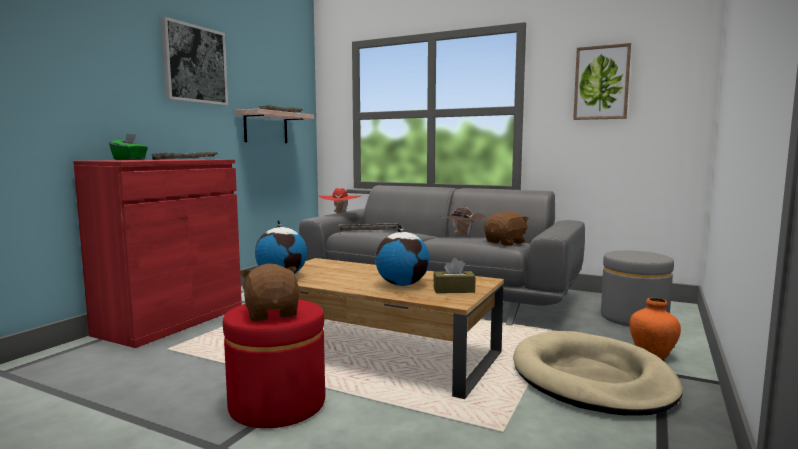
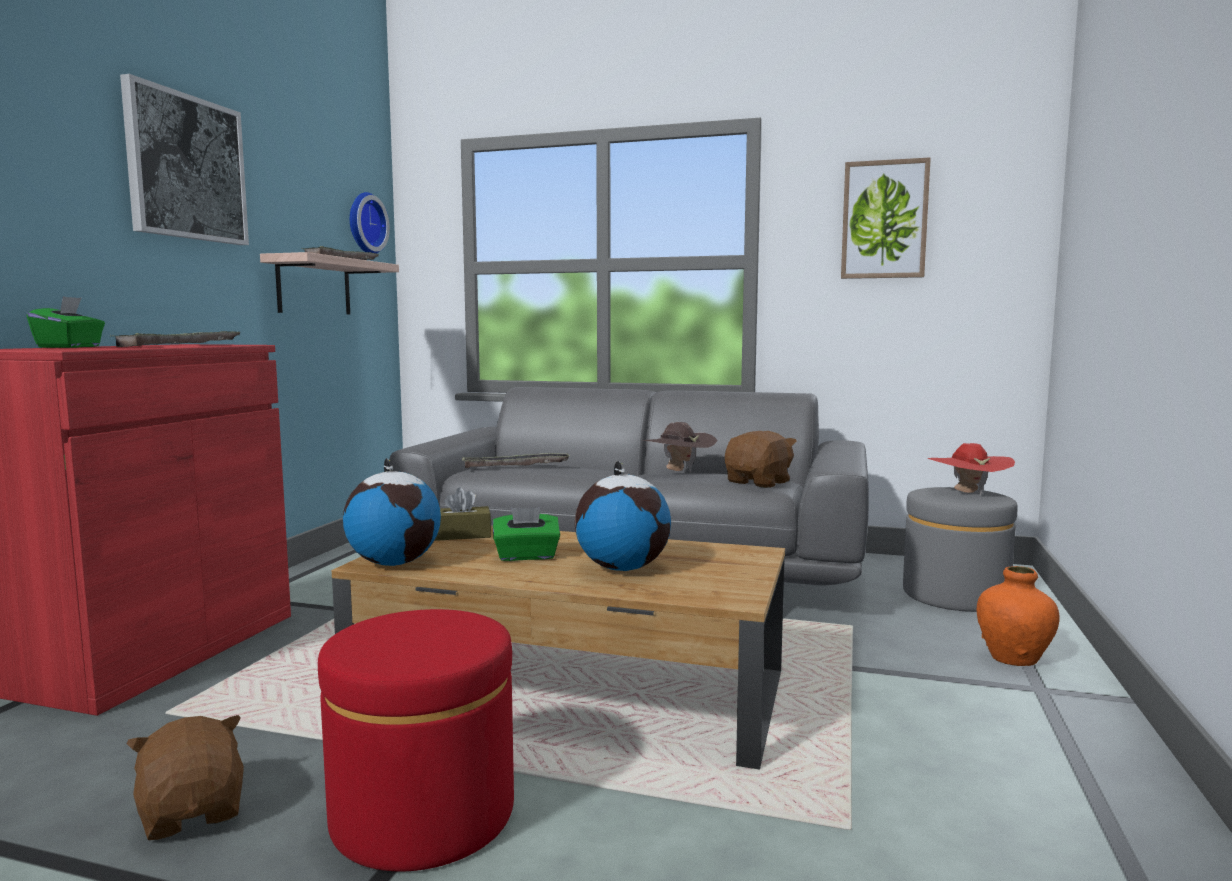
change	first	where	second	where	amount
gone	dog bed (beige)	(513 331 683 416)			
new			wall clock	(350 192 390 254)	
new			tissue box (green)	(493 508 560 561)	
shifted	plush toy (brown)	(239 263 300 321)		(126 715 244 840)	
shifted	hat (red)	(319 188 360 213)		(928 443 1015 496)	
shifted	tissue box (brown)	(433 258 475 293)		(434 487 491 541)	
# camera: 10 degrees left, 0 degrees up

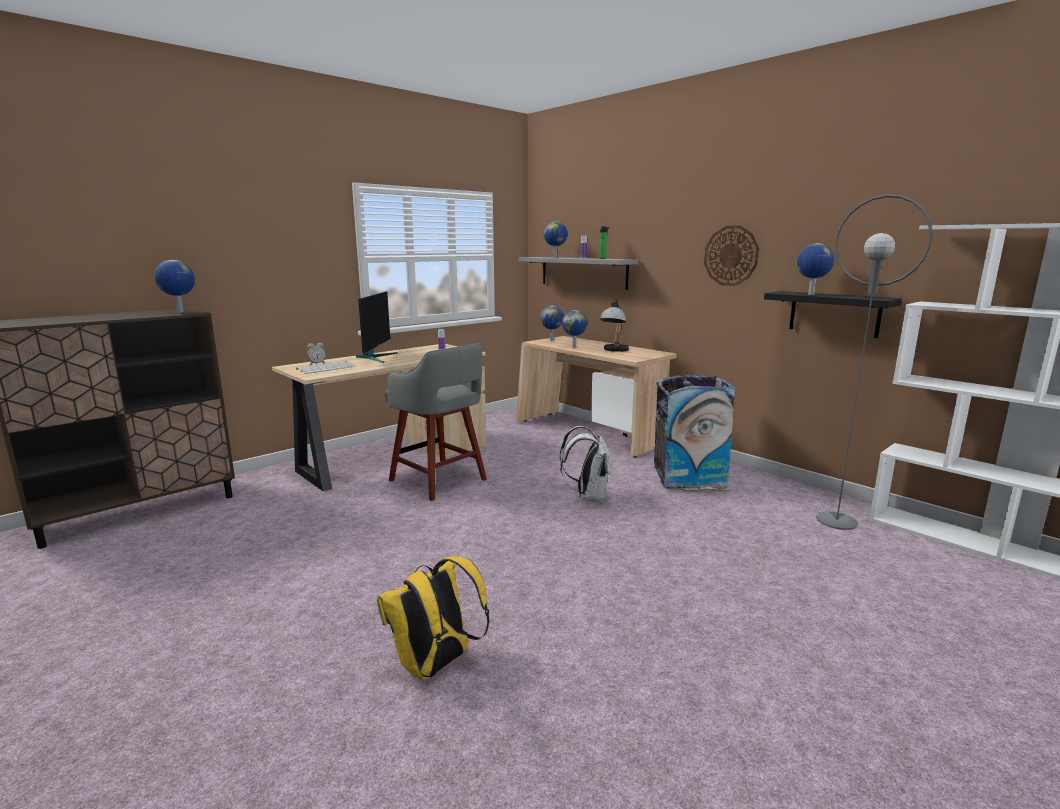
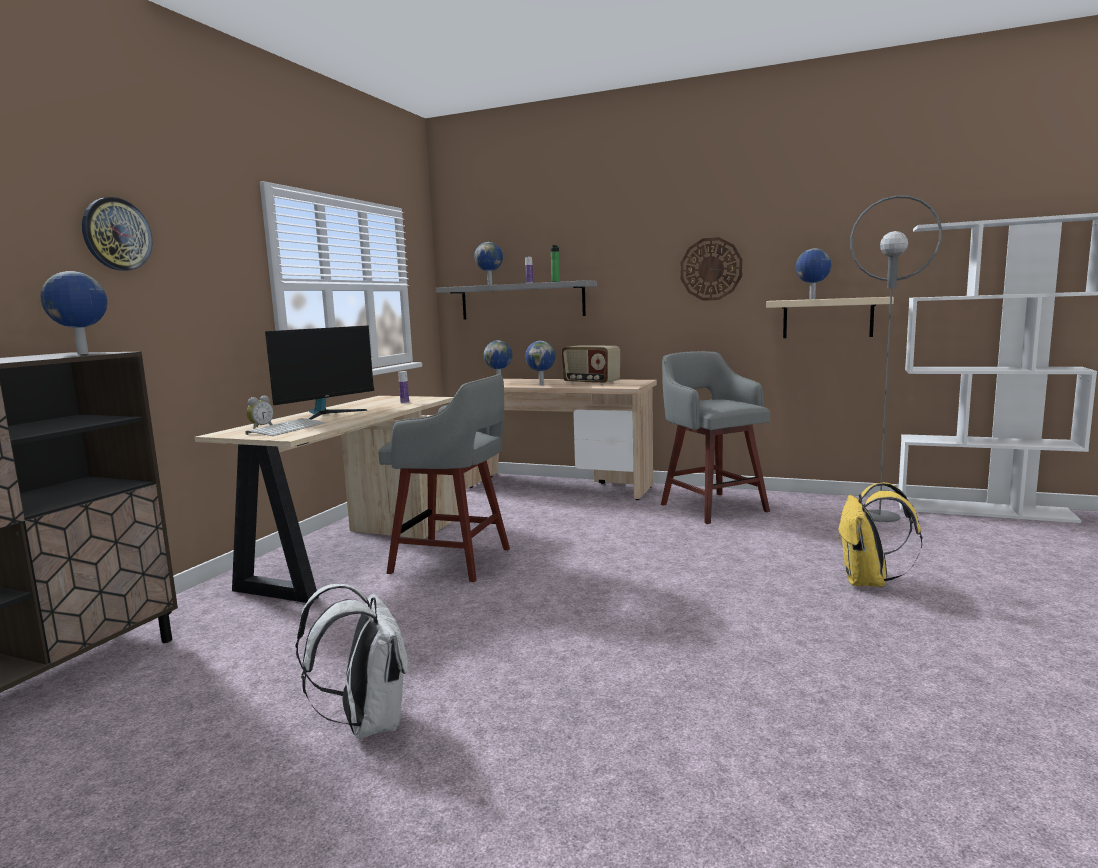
change	first	where	second	where	amount
new			wall clock	(82 197 152 271)	
shifted	backpack (yellow)	(377 556 490 680)		(838 482 923 587)	
shifted	backpack (white)	(560 426 611 502)		(295 584 408 739)	
swapped	table lamp	(600 299 629 352)	radio	(562 346 620 385)	
swapped	trash can	(654 375 736 491)	stool (grey)	(661 351 770 524)	
repainted	shelf (black)	(764 291 902 338)	shelf (beige)	(766 297 894 338)	
rotated	monitor	(356 291 398 363)		(265 325 374 420)	60 degrees clockwise
# camera: 25 degrees left, 5 degrees down

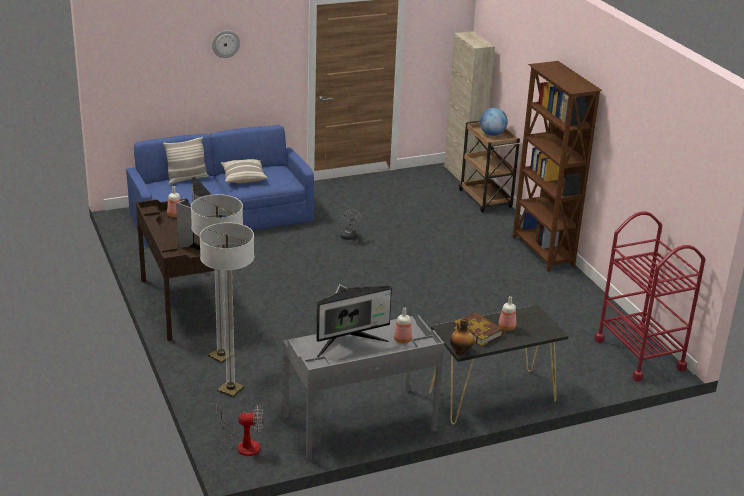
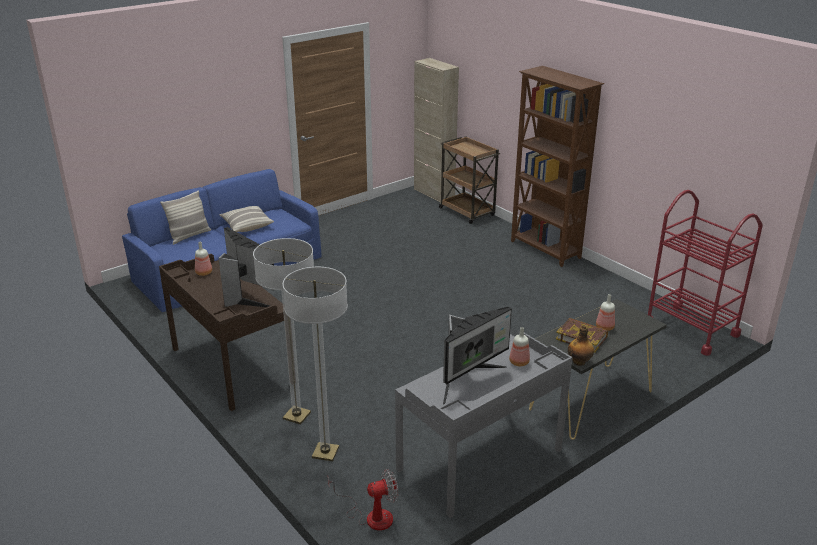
change	first	where	second	where	amount
gone	wall clock	(212 30 240 58)			
gone	fan (grey)	(340 210 363 240)			
gone	globe	(479 108 508 136)			
# camera: 15 degrees left, 0 degrees up

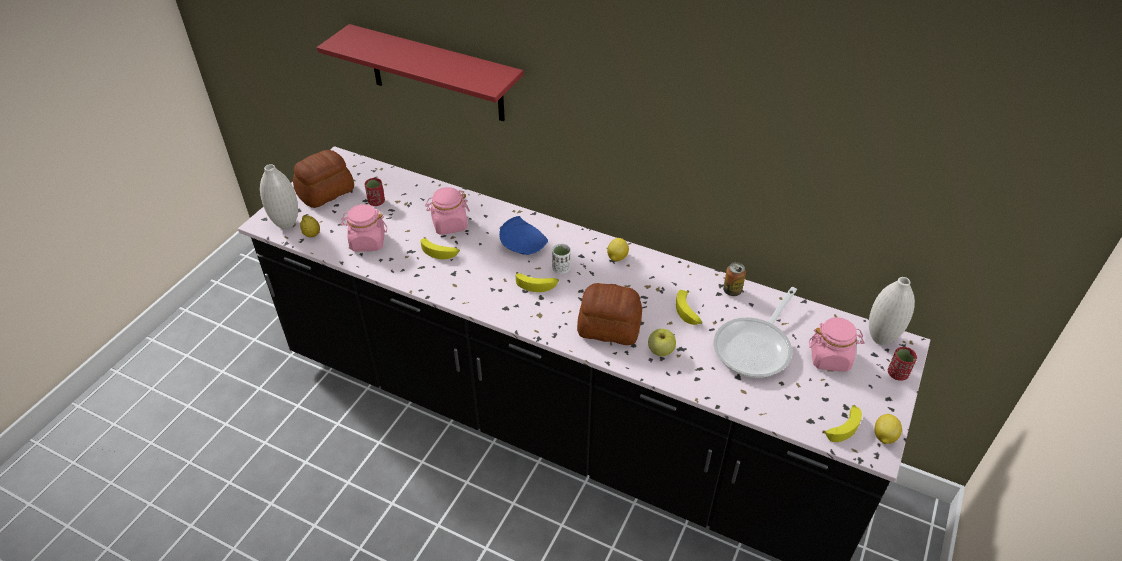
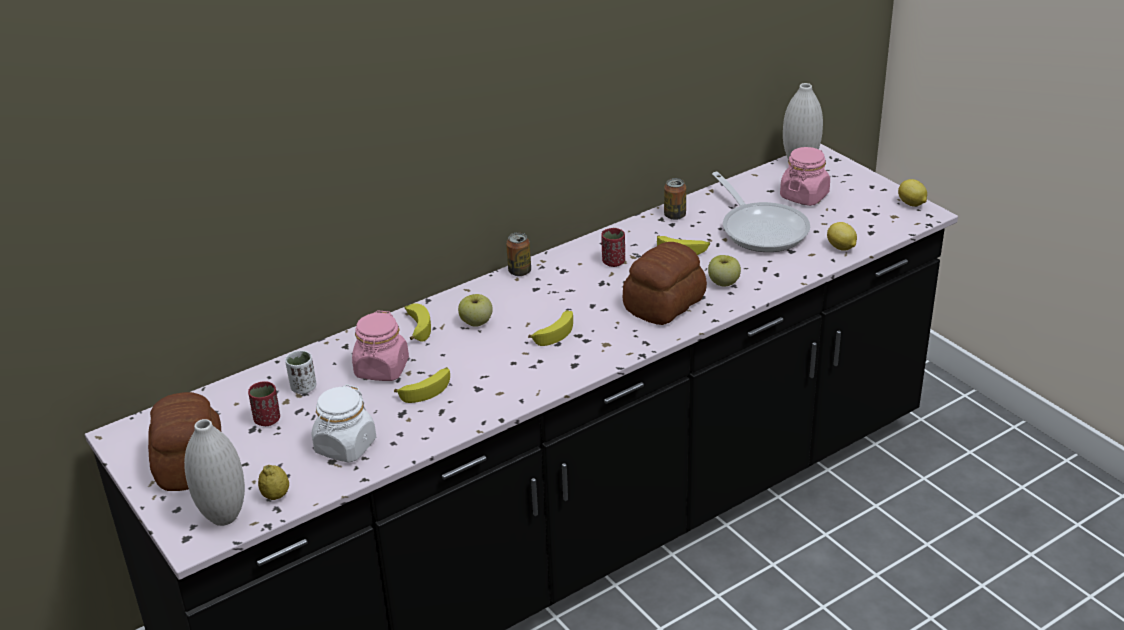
change	first	where	second	where	amount
gone	shelf (red)	(317 24 524 121)			
new			can	(506 232 531 276)	
shifted	cup (white)	(552 244 571 274)		(285 350 316 394)	
shifted	lemon	(607 238 629 261)		(827 222 857 251)	
shifted	banana	(822 405 862 442)		(405 303 431 342)	
shifted	cup (red)	(888 347 917 381)		(601 228 625 267)	
swapped	plate (blue)	(499 216 548 255)	apple	(458 294 493 327)	
repainted	jar (pink)	(341 204 387 252)	jar (white)	(312 384 376 463)	
# camera: 60 degrees left, 10 degrees down

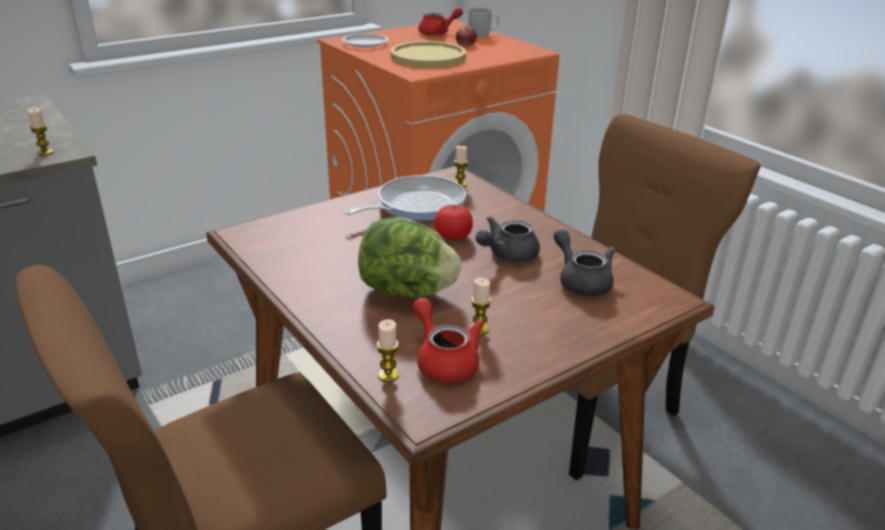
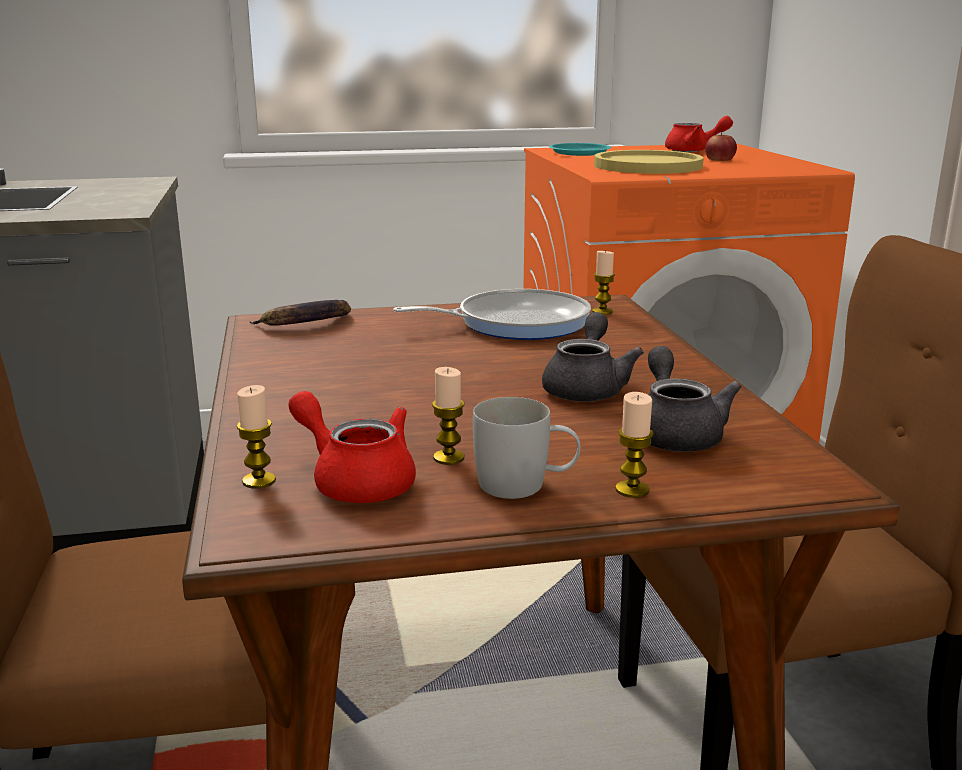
change	first	where	second	where	amount
gone	lettuce	(358 217 461 298)			
gone	tomato	(434 204 473 240)			
new			banana	(250 300 351 326)	
shifted	candle	(27 108 54 156)		(615 392 654 498)	
shifted	mug (white)	(469 8 499 37)		(473 397 581 499)	
repainted	plate (white)	(342 33 388 48)	plate (turquoise)	(549 143 612 156)	
rotated	teapot (red)	(413 298 483 383)		(288 391 416 503)	45 degrees counterclockwise
rotated	teapot (grey)	(475 216 540 262)		(542 312 644 402)	120 degrees clockwise
# camera: 25 degrees right, 10 degrees down

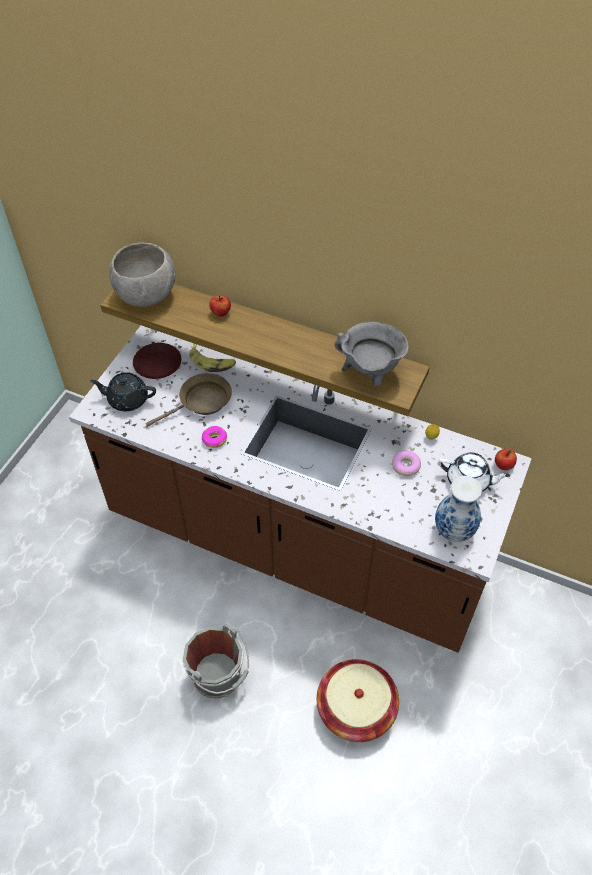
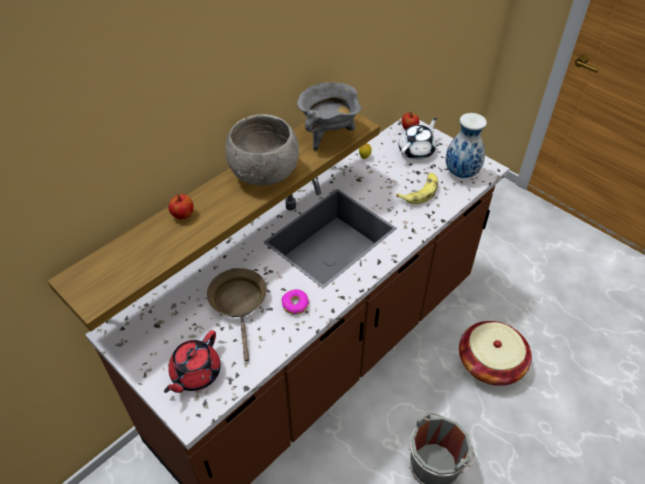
change	first	where	second	where	amount
gone	plate (brown)	(133 343 181 379)			
gone	donut	(392 450 421 476)			
shifted	bowl (grey)	(109 242 175 307)		(225 114 299 186)	
shifted	banana	(189 344 236 372)		(396 173 438 204)	
repainted	teapot (black)	(90 372 156 411)	teapot (red)	(164 330 221 393)	
# camera: 70 degrees left, 5 degrees down

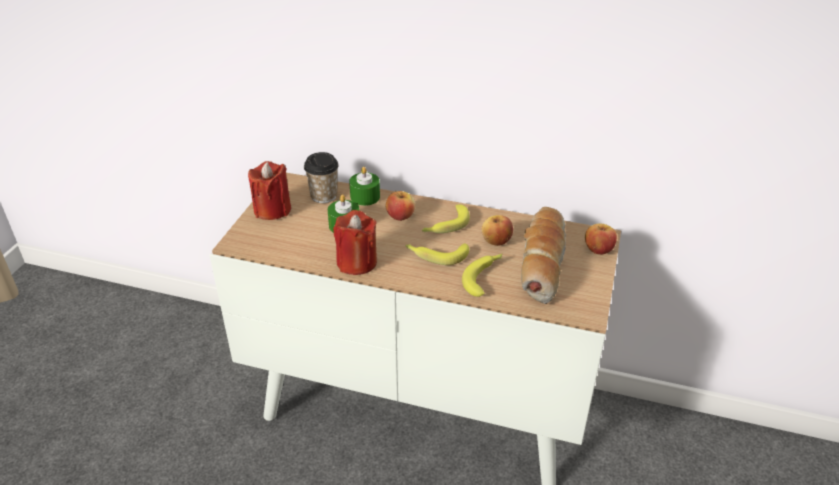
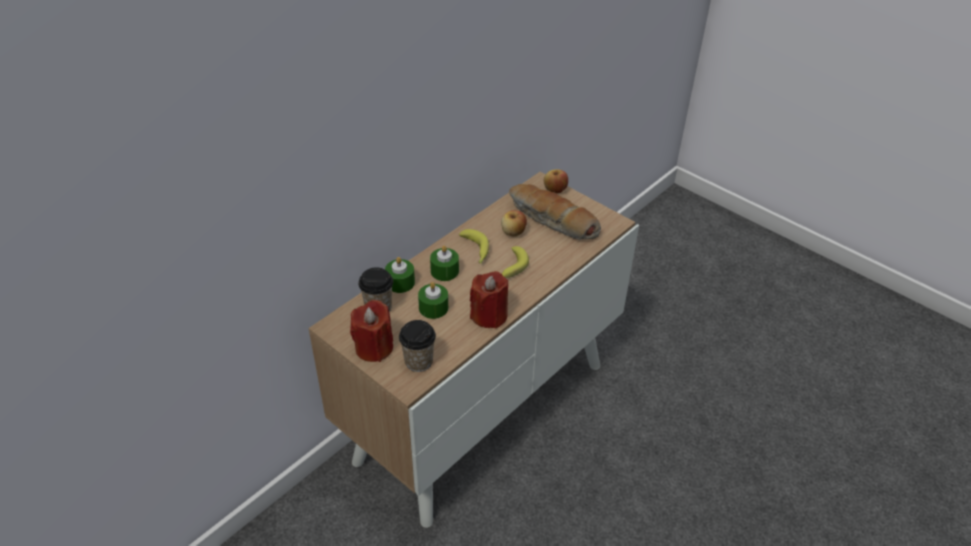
change	first	where	second	where	amount
gone	banana	(462 254 502 297)			
new			cup	(399 320 436 372)	
swapped	apple	(386 191 415 221)	candle (green)	(430 245 459 281)	
# camera: 65 degrees left, 5 degrees up

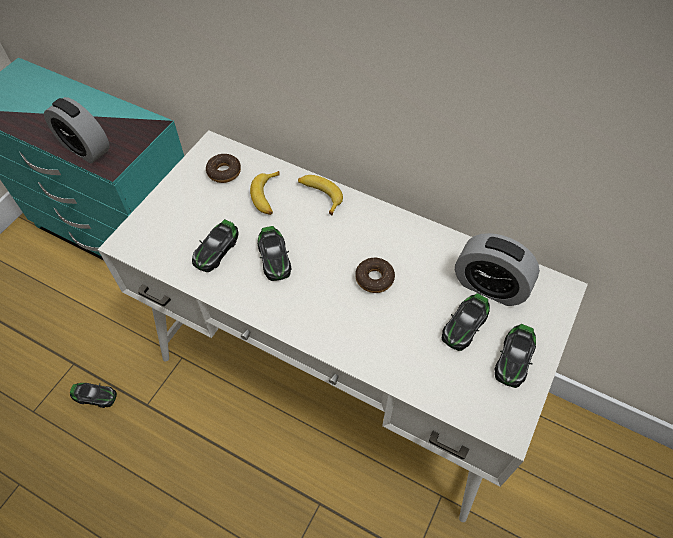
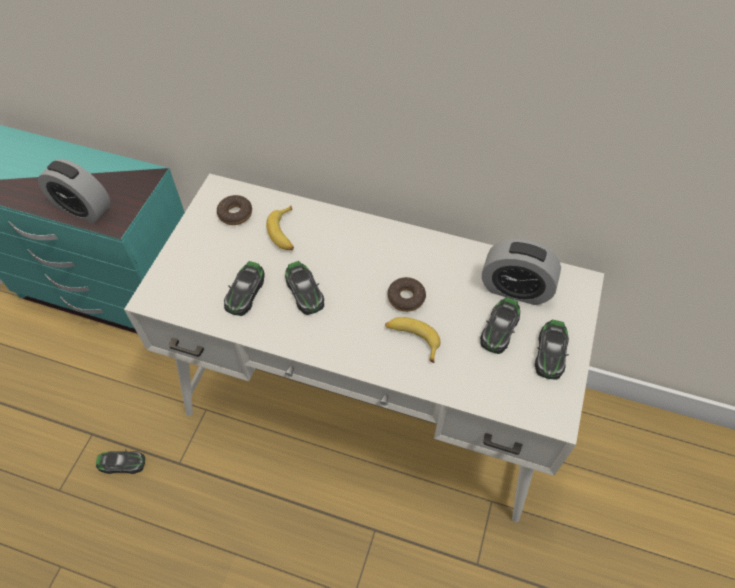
change	first	where	second	where	amount
shifted	banana	(298 175 343 215)		(385 317 441 363)	
# camera: 10 degrees left, 0 degrees up

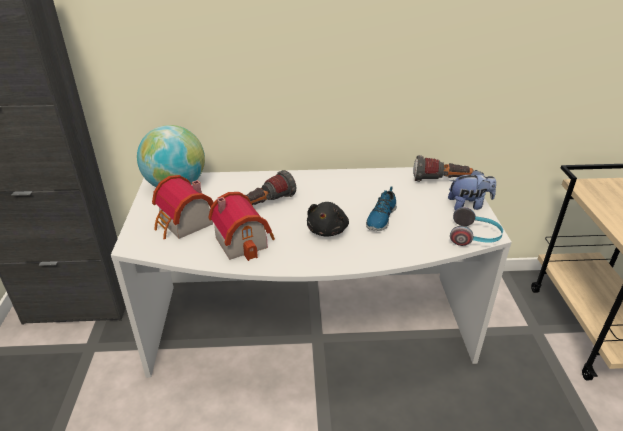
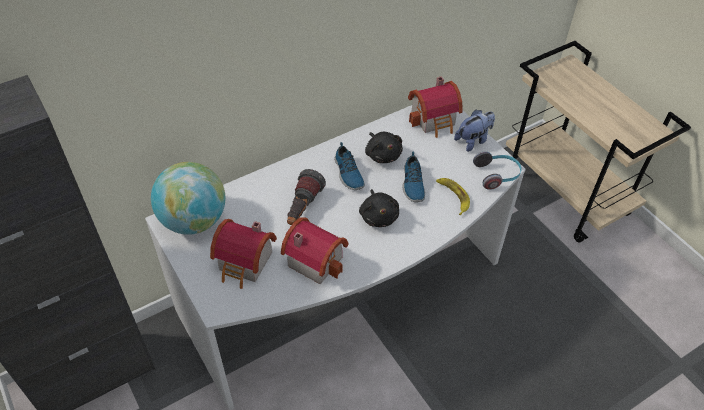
change	first	where	second	where	amount
new			shoe	(334 142 365 190)	
new			plush toy (black)	(365 132 403 163)	
new			banana	(436 178 470 215)	
swapped	flashlight	(413 155 474 182)	toy house	(408 76 463 138)	
# camera: 30 degrees left, 15 degrees up

